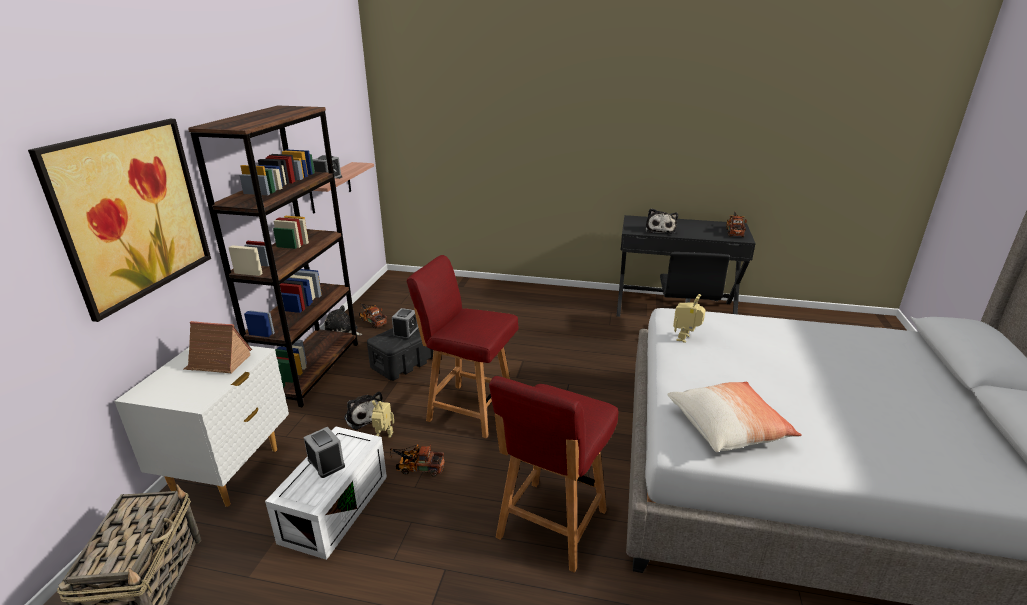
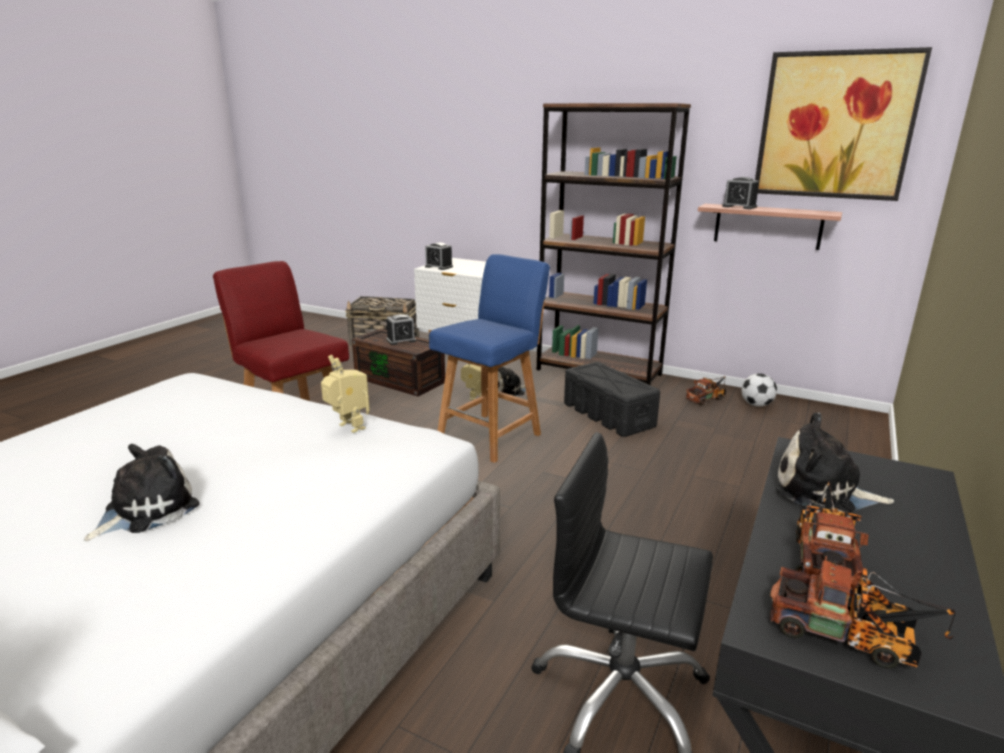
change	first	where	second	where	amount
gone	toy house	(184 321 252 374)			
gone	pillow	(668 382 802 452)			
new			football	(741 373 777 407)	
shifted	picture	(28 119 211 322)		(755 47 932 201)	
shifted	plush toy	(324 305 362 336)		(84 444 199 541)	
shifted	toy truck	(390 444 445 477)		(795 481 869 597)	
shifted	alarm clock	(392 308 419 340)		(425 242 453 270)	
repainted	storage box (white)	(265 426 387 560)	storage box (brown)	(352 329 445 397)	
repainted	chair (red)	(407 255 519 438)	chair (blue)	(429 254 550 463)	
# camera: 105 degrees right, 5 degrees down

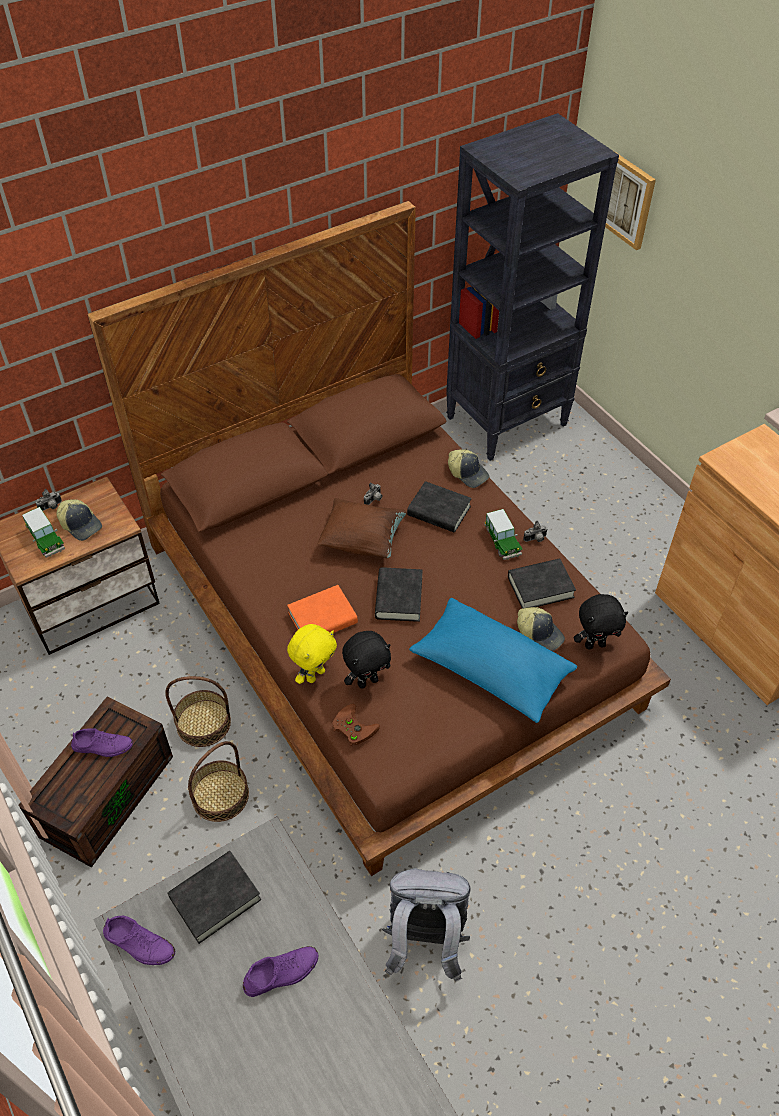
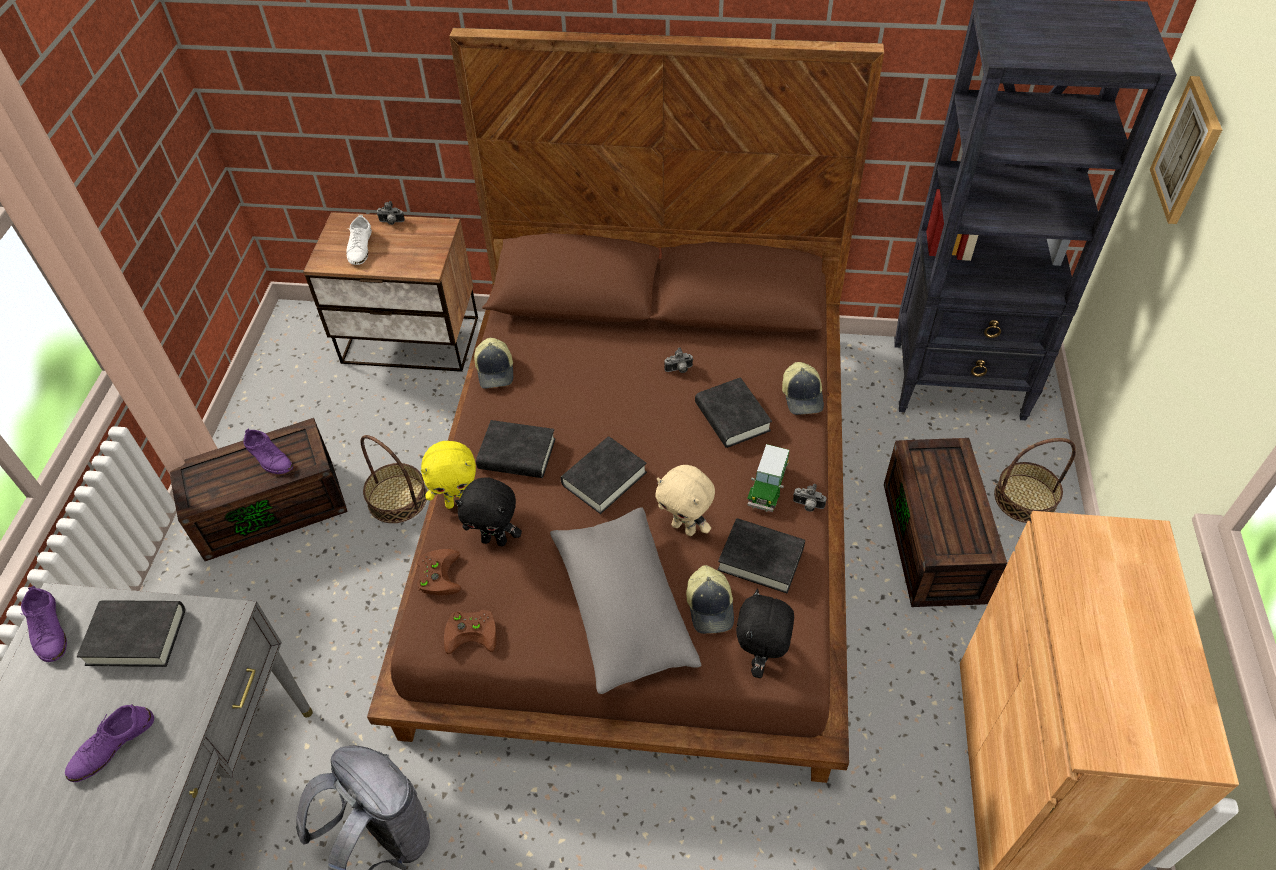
change	first	where	second	where	amount
gone	pillow (brown)	(317 498 407 558)			
new			game controller (brown)	(444 610 497 654)	
new			plush toy (beige)	(655 465 715 536)	
new			storage box (brown)	(884 438 1007 607)	
shifted	cap	(57 499 102 541)		(474 338 513 389)	
shifted	basket	(188 741 249 822)		(994 438 1076 523)	
swapped	toy car	(22 507 65 558)	shoe (white)	(346 215 372 265)	
repainted	book (orange)	(287 585 358 632)	book (black)	(476 420 556 478)	
repainted	pillow (blue)	(409 598 577 723)	pillow (grey)	(550 507 702 694)	
rotated	shoe (purple)	(243 946 318 997)		(65 704 154 782)	120 degrees clockwise
rotated	plush toy (black)	(574 594 628 650)		(736 588 794 678)	75 degrees clockwise
# camera: 40 degrees right, 0 degrees up

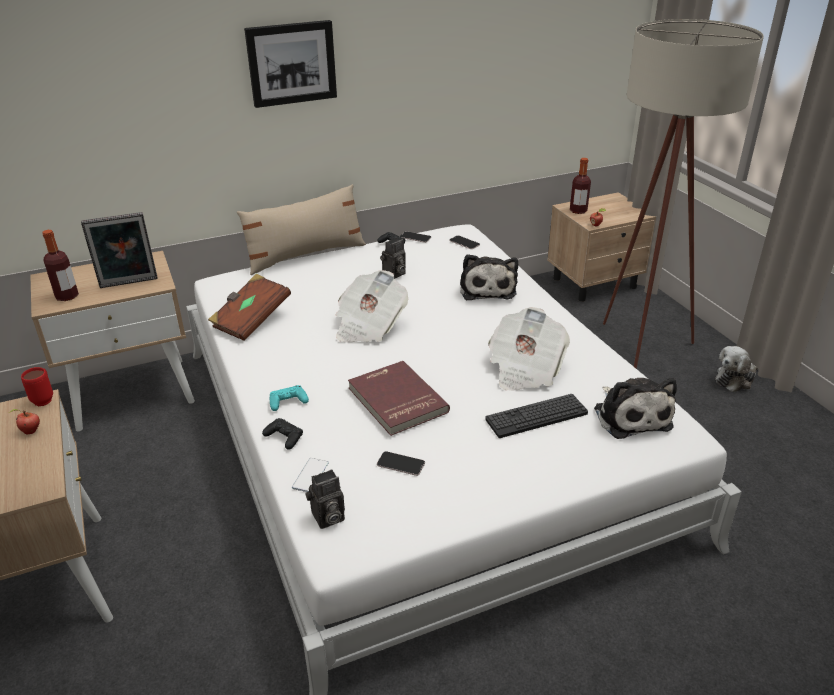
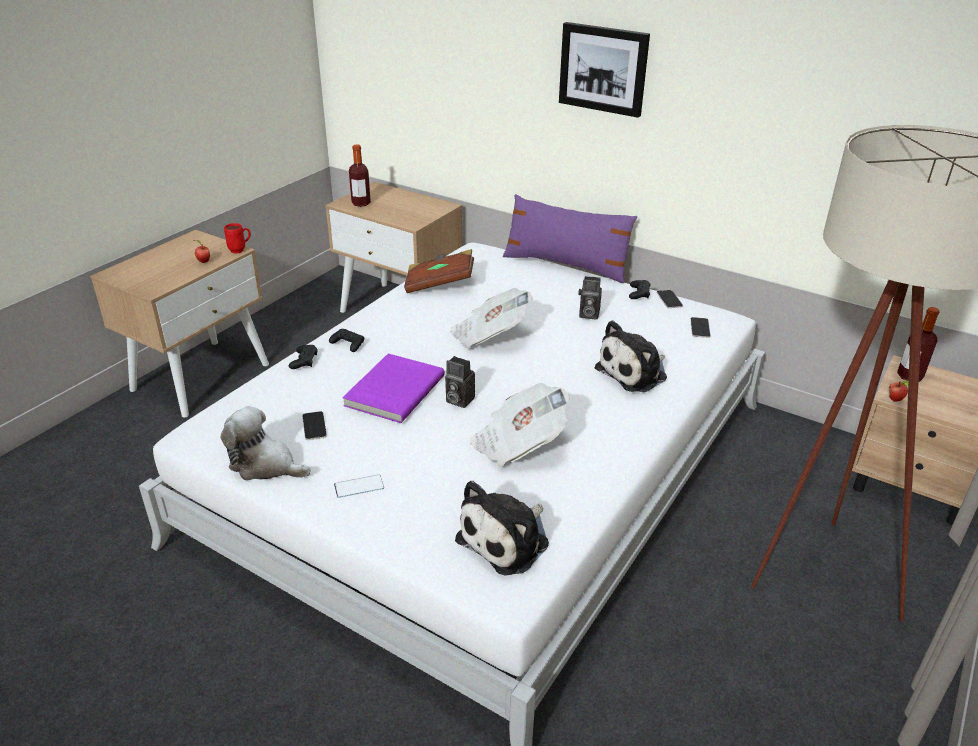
change	first	where	second	where	amount
gone	picture frame	(81 212 158 288)			
gone	keyboard	(485 394 588 438)			
shifted	phone	(292 458 329 492)		(334 474 384 498)	
shifted	photo camera	(305 469 345 529)		(445 356 475 408)	
shifted	plush toy	(715 346 758 392)		(221 406 311 480)	
repainted	pillow (beige)	(237 184 366 275)	pillow (purple)	(503 194 638 283)	
repainted	game controller (turquoise)	(270 385 309 411)	game controller (black)	(329 329 364 352)	
repainted	book (red)	(348 361 450 436)	book (purple)	(342 353 445 423)	
# camera: 55 degrees right, 0 degrees up

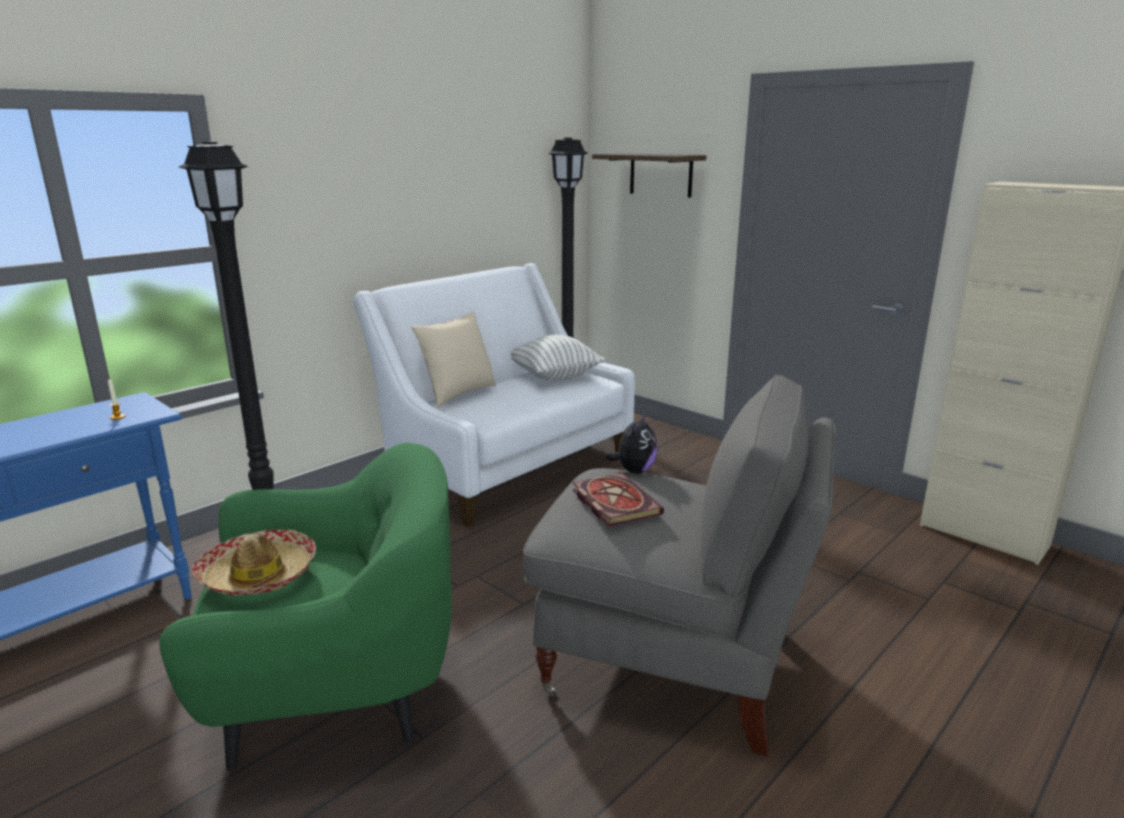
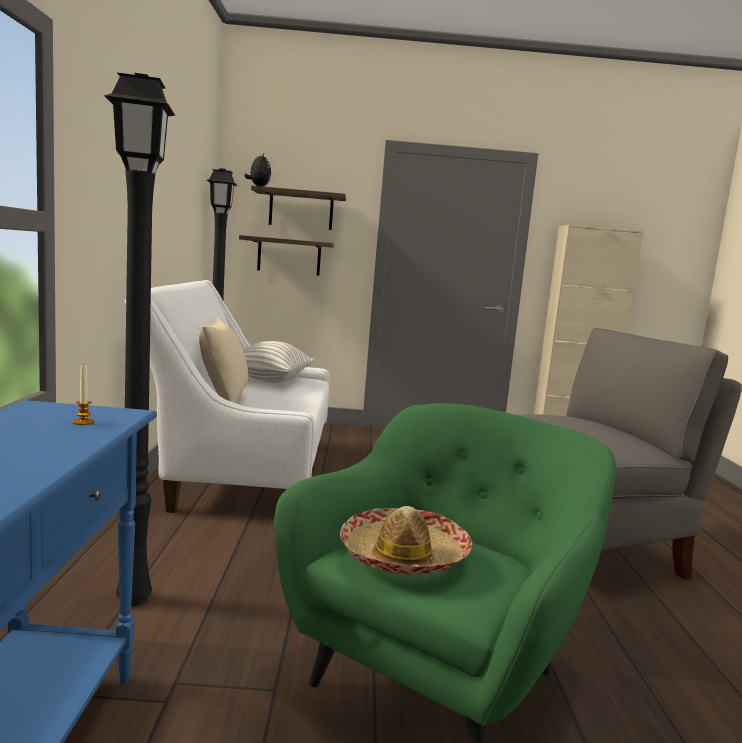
change	first	where	second	where	amount
gone	book	(572 473 664 527)			
new			shelf	(239 235 334 276)	
shifted	plush toy	(605 413 657 474)		(244 154 271 187)	
# camera: 45 degrees left, 10 degrees down

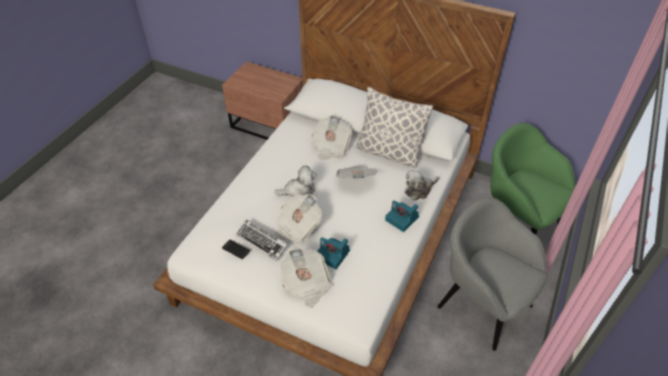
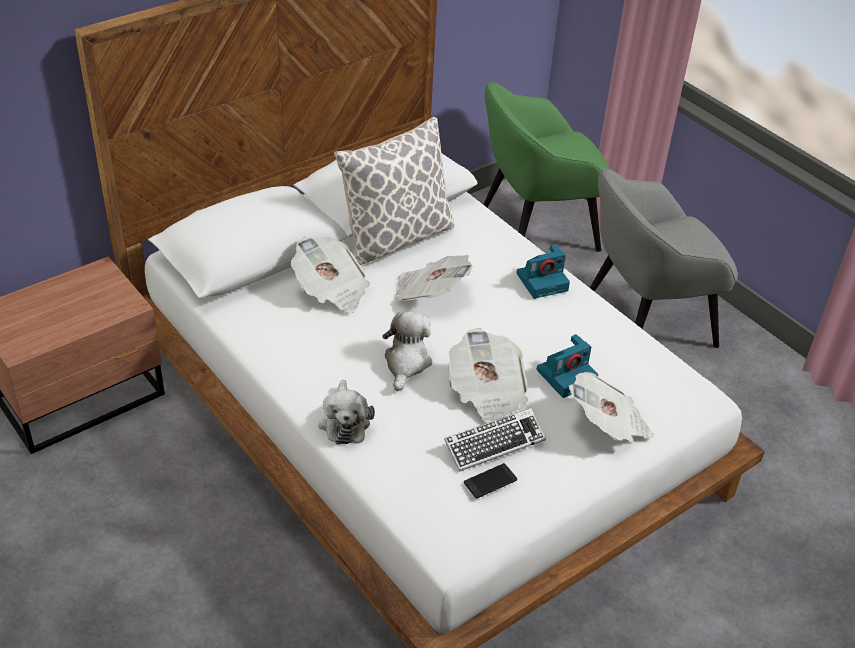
change	first	where	second	where	amount
shifted	plush toy	(405 170 439 201)		(318 380 375 444)	
# camera: 65 degrees left, 5 degrees down

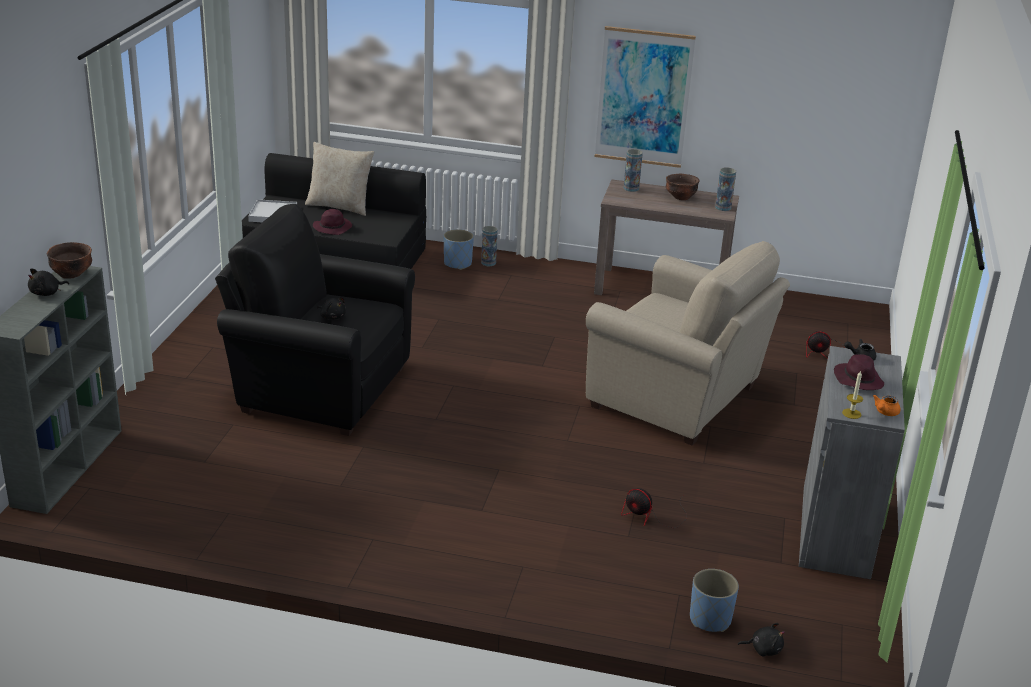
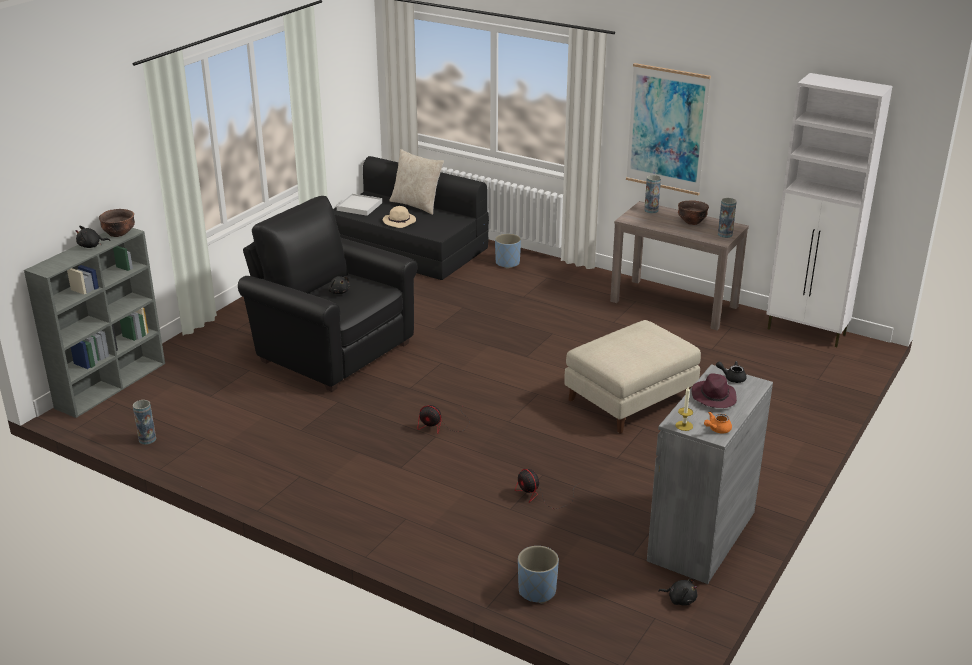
change	first	where	second	where	amount
new			cabinet (white)	(766 73 892 347)	
shifted	vase	(481 226 498 266)		(133 400 156 445)	
shifted	plush toy (black)	(738 623 785 656)		(658 578 697 606)	
shifted	fan	(806 331 842 359)		(418 405 470 434)	
swapped	armchair (beige)	(586 241 790 445)	ottoman (beige)	(564 320 701 434)	
repainted	hat (purple)	(313 209 352 235)	hat (beige)	(383 206 416 228)	
# camera: 20 degrees right, 0 degrees up

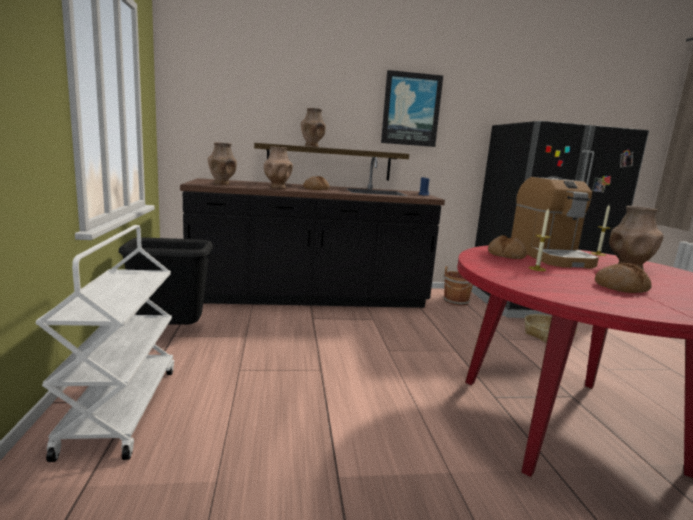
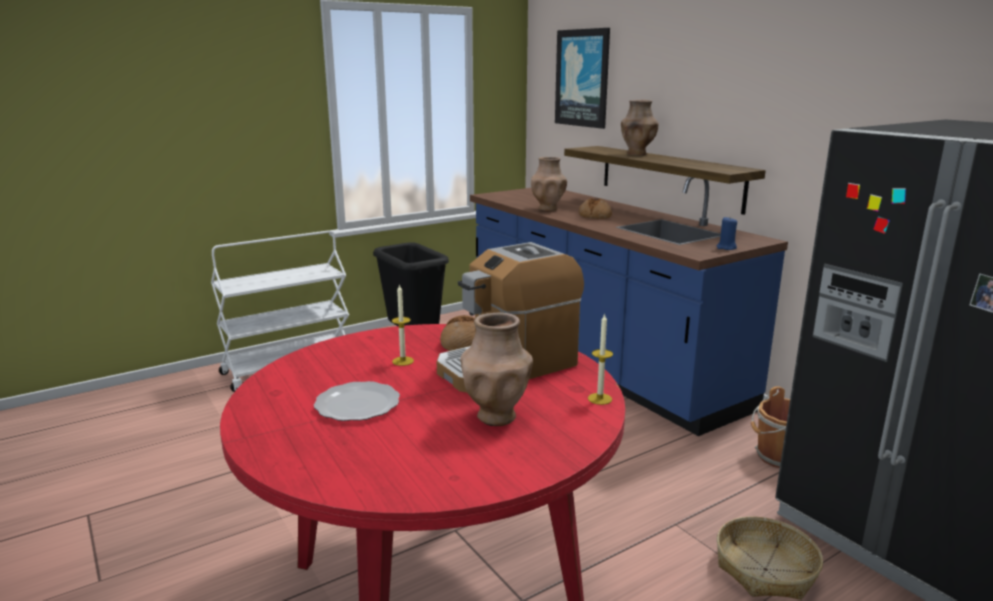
change	first	where	second	where	amount
gone	vase (brown)	(208 142 237 185)			
shifted	picture	(381 70 443 147)		(555 28 610 129)	
swapped	bread	(595 263 651 293)	plate	(314 381 400 421)	
repainted	counter (black)	(180 157 445 308)	counter (blue)	(470 177 788 436)	
# camera: 65 degrees right, 5 degrees up

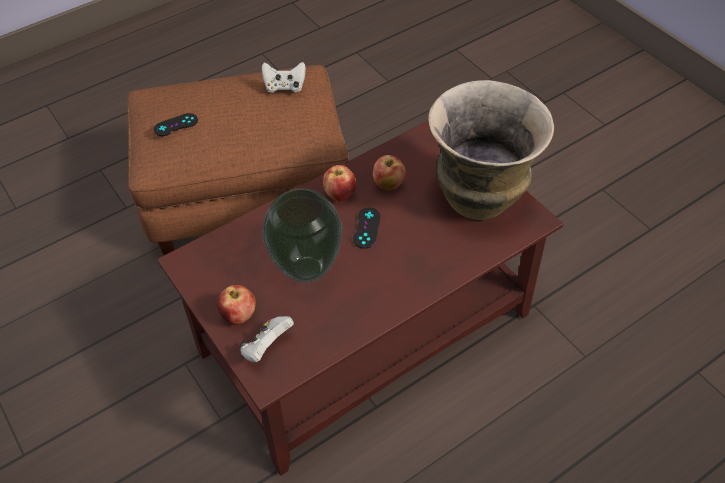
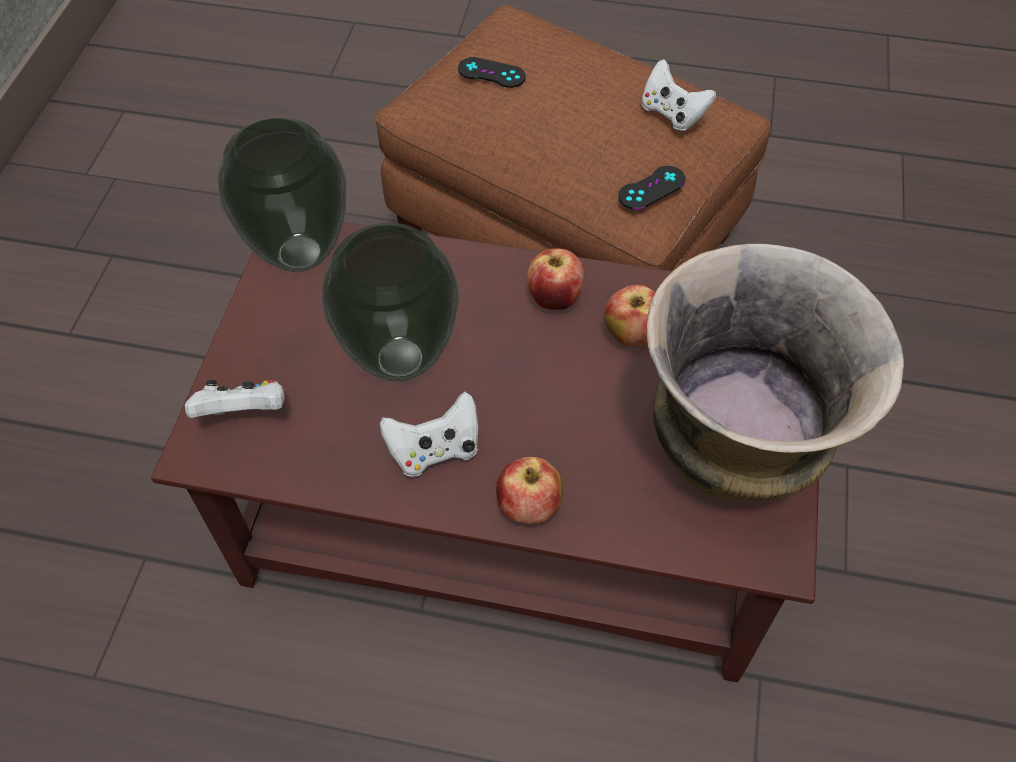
change	first	where	second	where	amount
new			vase	(218 118 346 272)	
new			game controller (white)	(380 392 479 477)	
shifted	apple	(217 285 256 325)		(496 457 563 524)	
shifted	game controller (black)	(353 208 380 249)		(618 166 686 210)	
# camera: 45 degrees right, 5 degrees up

